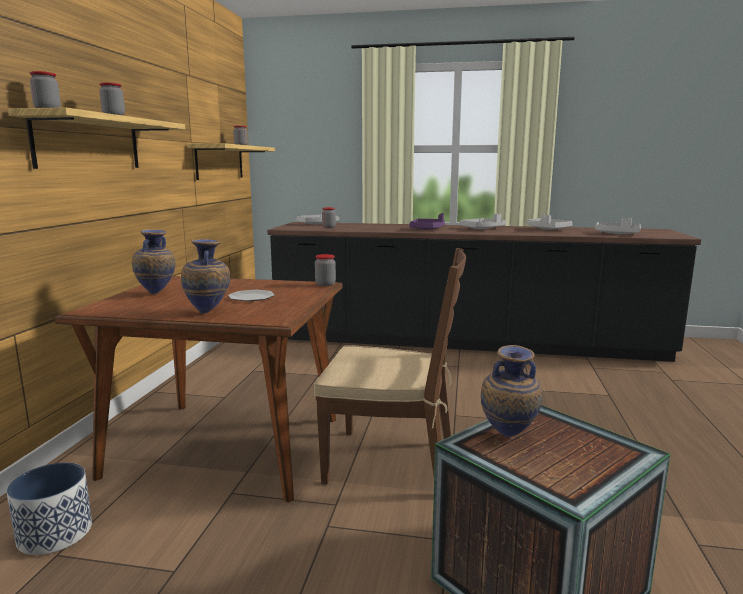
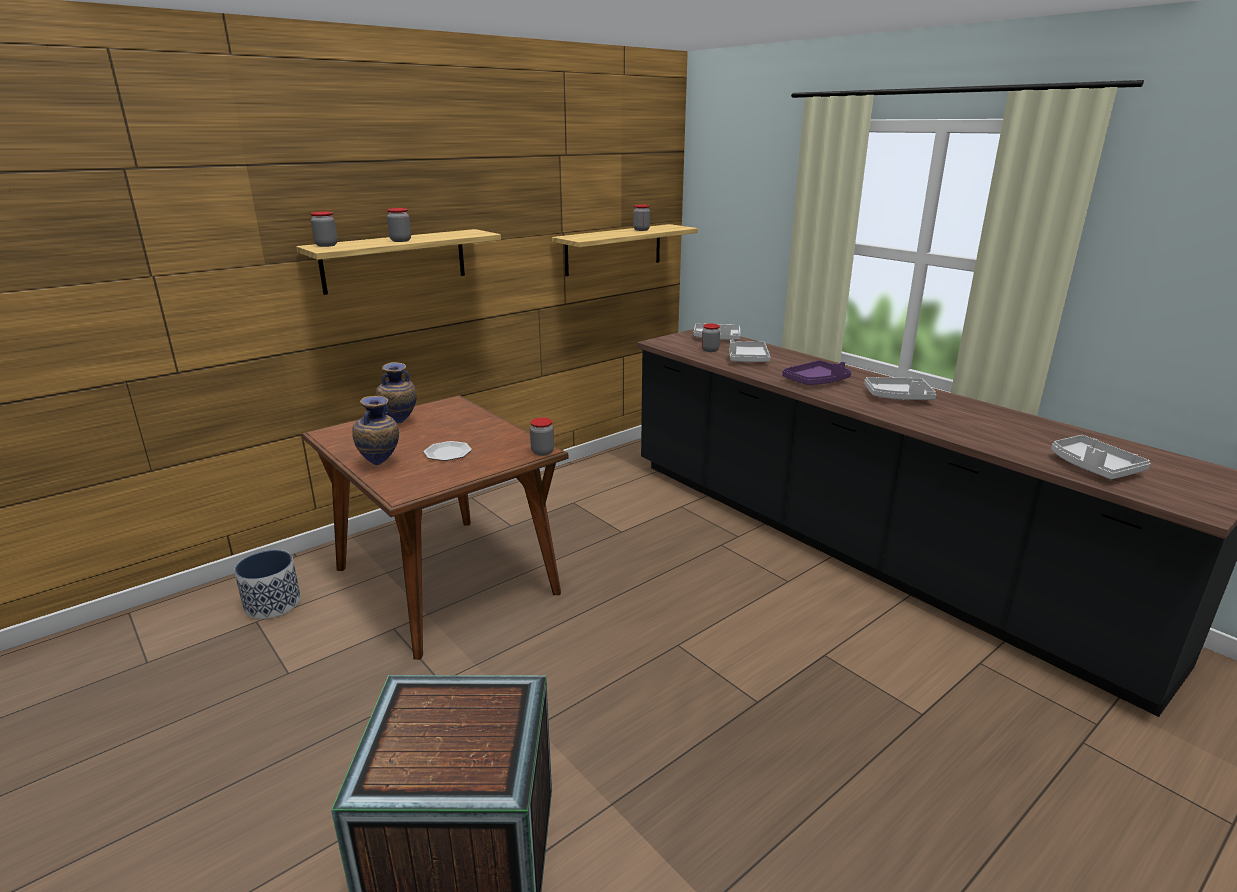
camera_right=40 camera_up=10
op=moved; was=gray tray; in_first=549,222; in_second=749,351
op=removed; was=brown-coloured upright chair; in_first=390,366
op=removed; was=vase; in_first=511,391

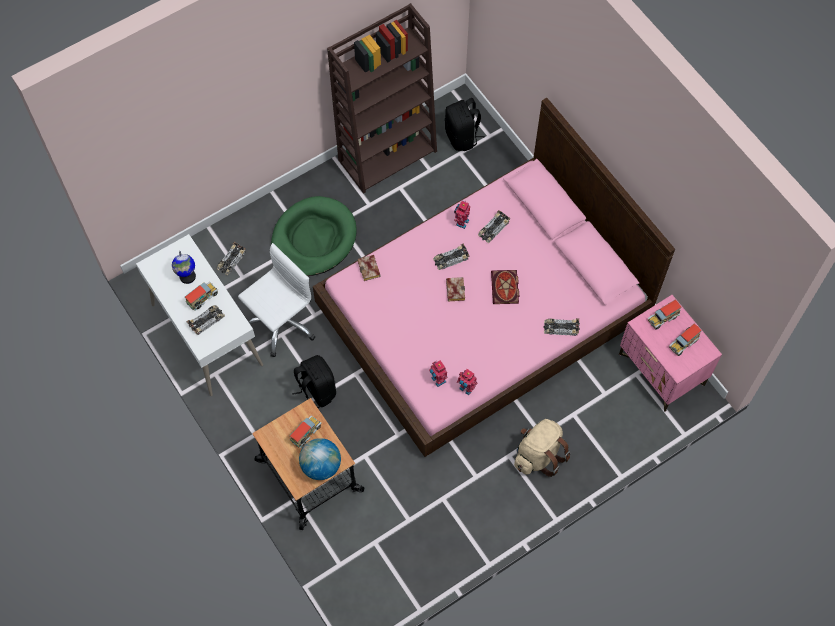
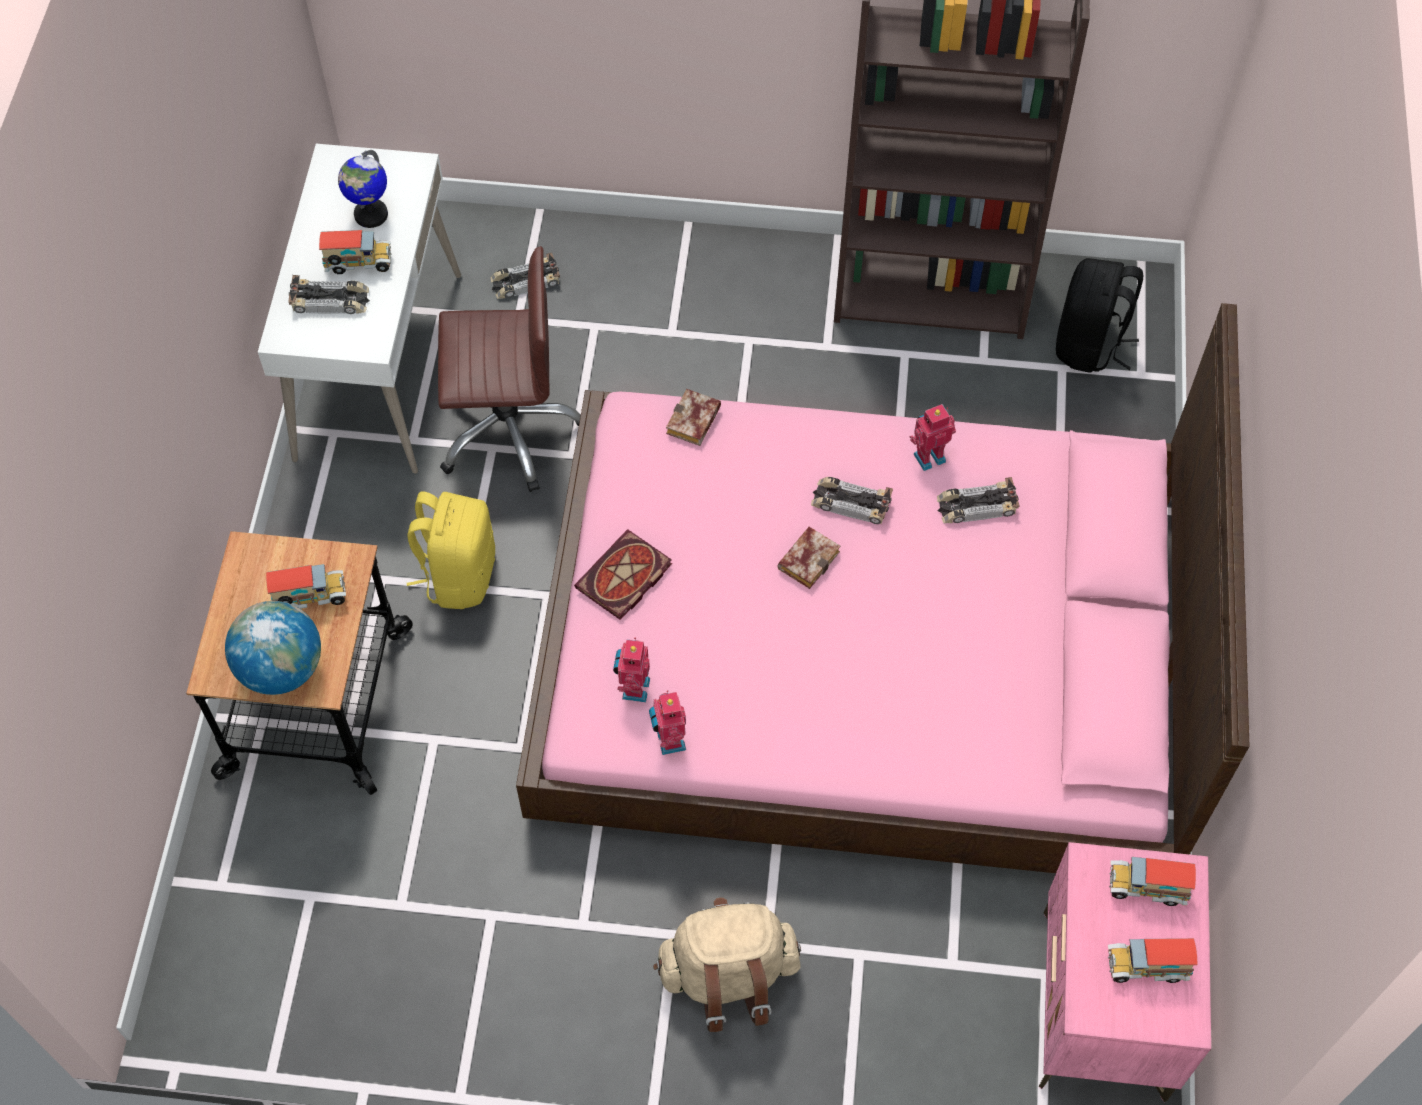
camera_right=40 camera_up=-5
op=removed; was=green dog bed; in_first=314,236
op=recoloured; was=white-coloured office chair; now=brown-coloured office chair; in_first=276,300; in_second=509,369
op=moved; was=volume; in_first=505,287; in_second=623,574
op=removed; was=toy car; in_first=561,327
op=recoloured; was=black-coloured knapsack; now=yellow knapsack; in_first=314,381; in_second=451,550

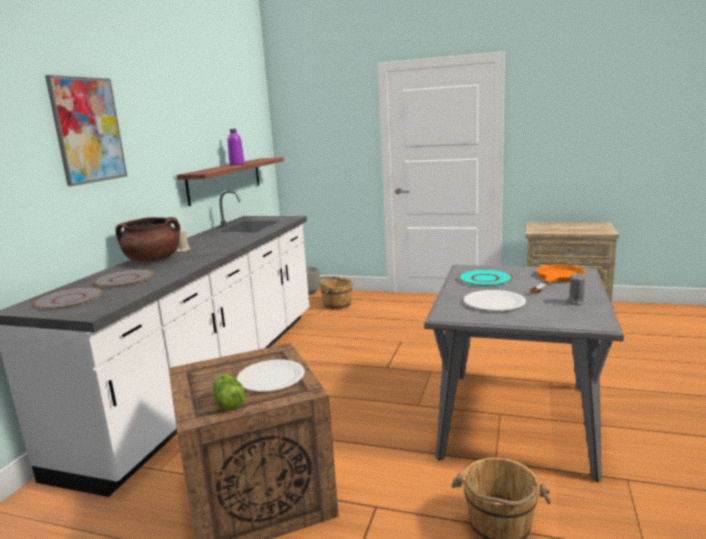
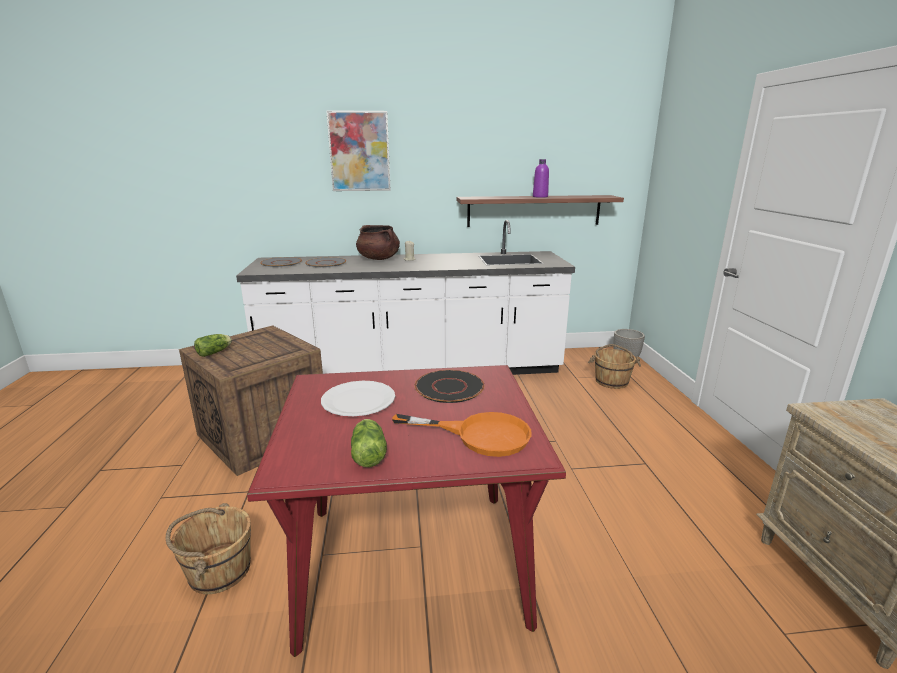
camera_right=65 camera_up=5
op=recoloured; was=gray dining table; now=red dining table; in_first=524,373; in_second=406,511
op=recoloured; was=turquoise dinner plate; now=black-coloured dinner plate; in_first=485,278; in_second=449,386
op=replaced; was=gray candle; now=head of lettuce; in_first=576,289; in_second=369,443
op=removed; was=white-coloured dinner plate; in_first=271,375

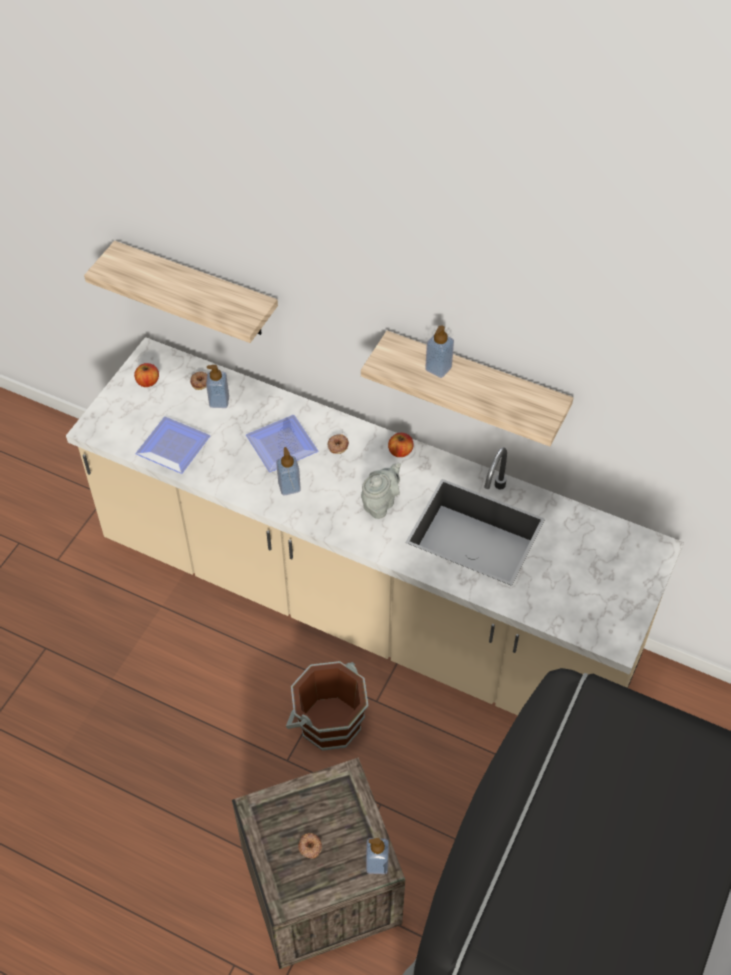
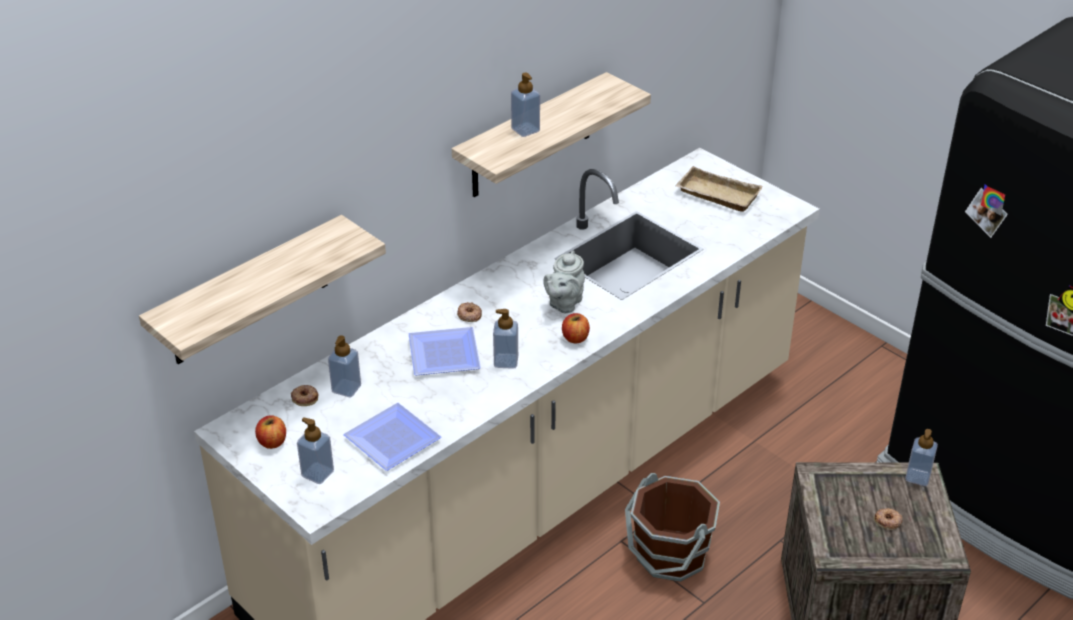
camera_right=-70 camera_up=-15
op=moved; was=apple; in_first=401,445; in_second=576,328
op=turned; was=gray tea pot; in_first=381,491; in_second=564,281; clockwise=-120
op=added; now=beige-coloured tray; in_second=719,189
op=added; now=soap bottle; in_second=315,450

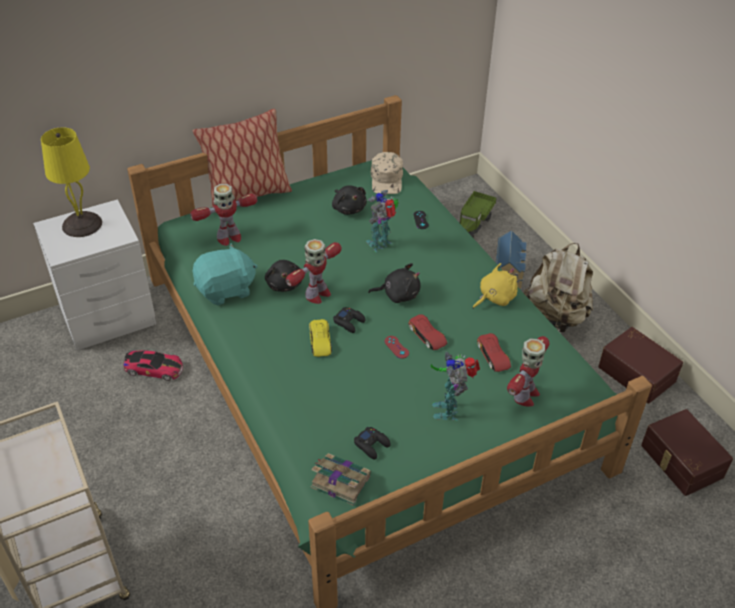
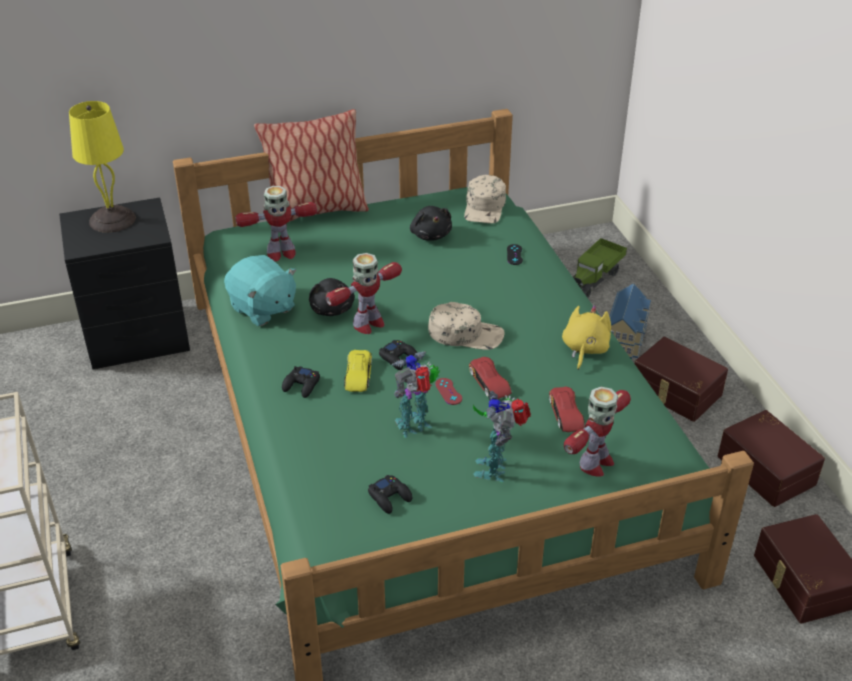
camera_right=10 camera_up=-5
op=moved; was=toy robot; in_first=382,221; in_second=415,395
op=recoloured; was=white-coloured bedside table; now=black-coloured bedside table; in_first=94,275; in_second=124,283
op=turned; was=turquoise plush toy; in_first=225,274; in_second=260,290; clockwise=60
op=replaced; was=beige-coloured knapsack; now=brown-coloured storage bin; in_first=558,287; in_second=681,379
op=replaced; was=black-coloured plush toy; now=beige-coloured baseball cap; in_first=394,283; in_second=466,326
op=turned; was=yellow plush toy; in_first=495,286; in_second=586,337; clockwise=-45
op=removed; was=toy car; in_first=153,365
op=removed; was=volume; in_first=341,479
op=added; now=black-coloured game controller; in_second=301,382

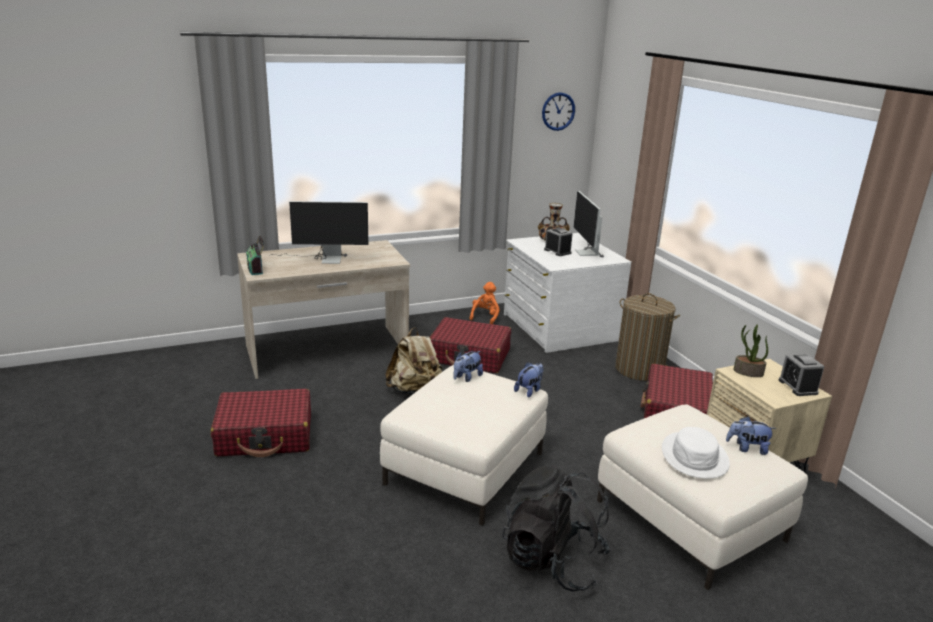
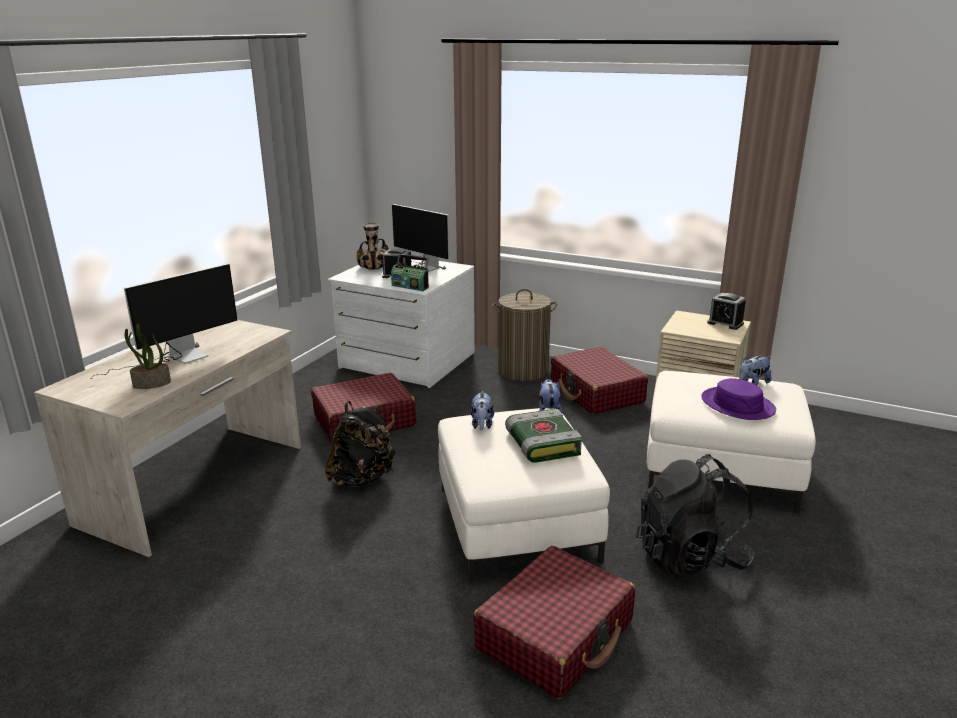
camera_right=-40 camera_up=0
op=removed; was=clock on the wall; in_first=558,111
op=moved; was=radio receiver; in_first=255,255; in_second=410,272
op=removed; was=orange plush toy; in_first=484,303
op=moved; was=plant in a pot; in_first=751,351; in_second=148,356
op=recoloured; was=beige-coloured knapsack; now=black-coloured knapsack; in_first=414,361; in_second=360,444
op=moved; was=red suitcase; in_first=261,423; in_second=554,622
op=recoloured; was=white-coloured wearable hat; now=purplish wearable hat; in_first=696,453; in_second=738,399
op=added; now=volume; in_second=543,436

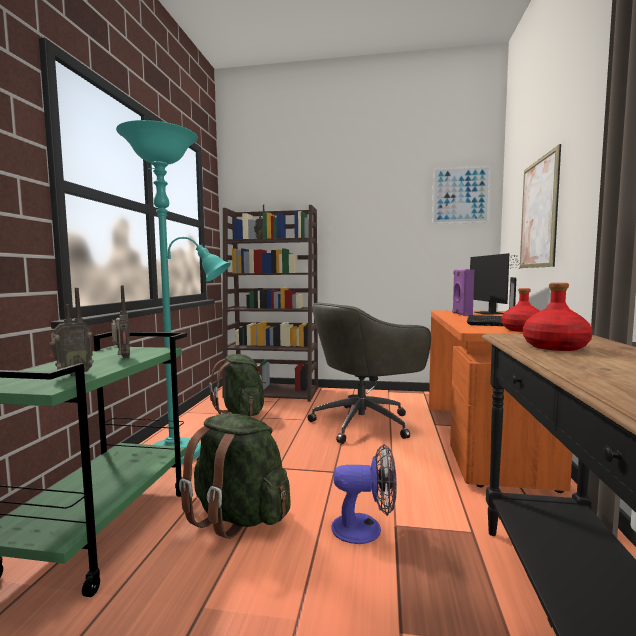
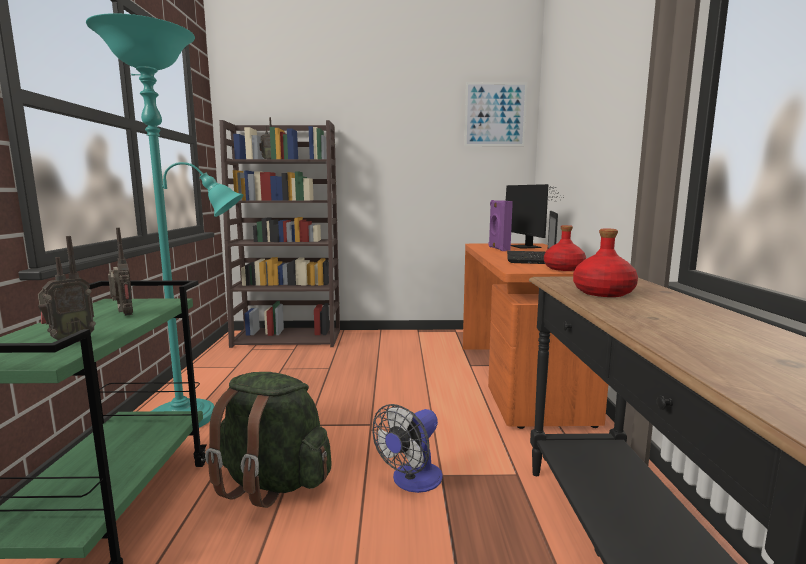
camera_right=-10 camera_up=5
op=removed; was=wall art; in_first=540,206
op=removed; was=gray office chair; in_first=369,373
op=removed; was=green knapsack; in_first=237,385
op=turned; was=fan; in_first=364,494; in_second=407,448; clockwise=135

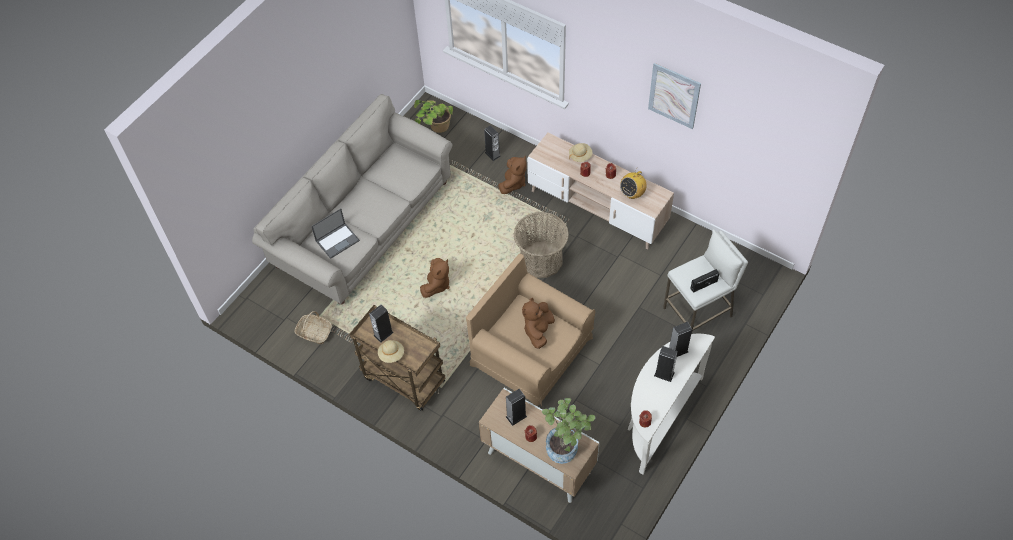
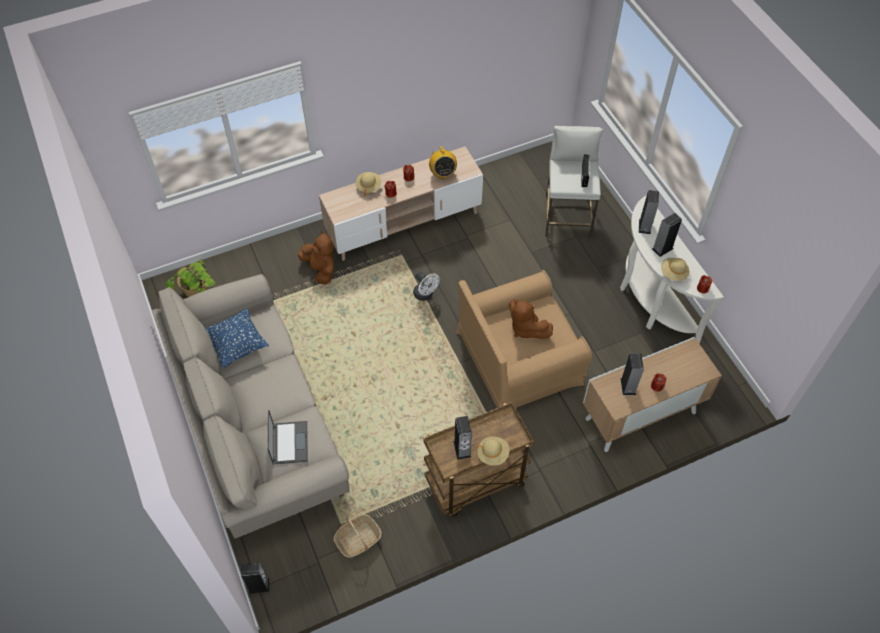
camera_right=-60 camera_up=0
op=removed; was=wall art; in_first=674,96
op=moved; was=speaker; in_first=492,143; in_second=255,578
op=replaced; was=storage basket; now=white-coloured fan; in_first=541,245; in_second=426,286
op=removed; was=brown-coloured plush toy; in_first=435,278
op=removed; was=plant in a pot; in_first=568,431
op=added; now=beige-coloured wearable hat; in_second=675,269
op=added; now=bluish cushion; in_second=237,338

